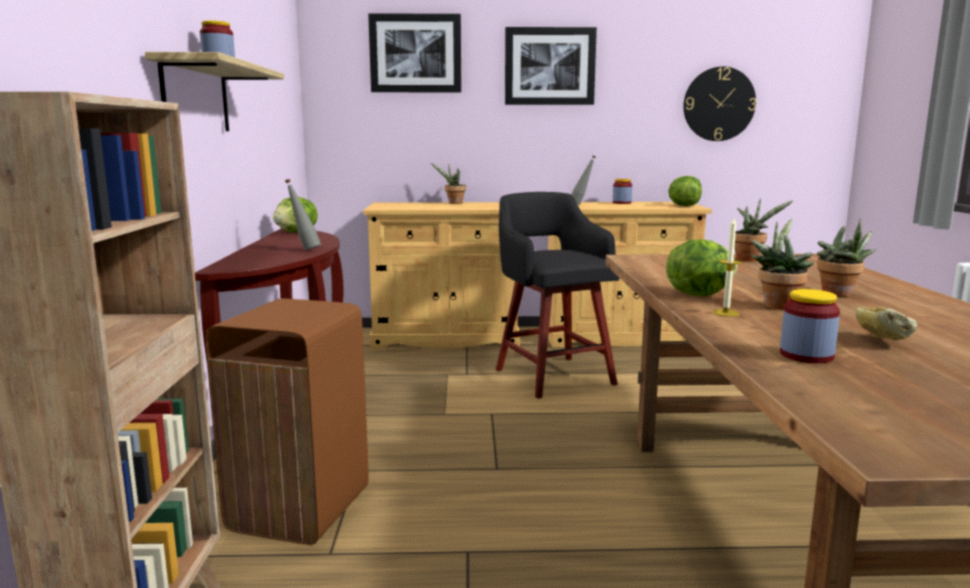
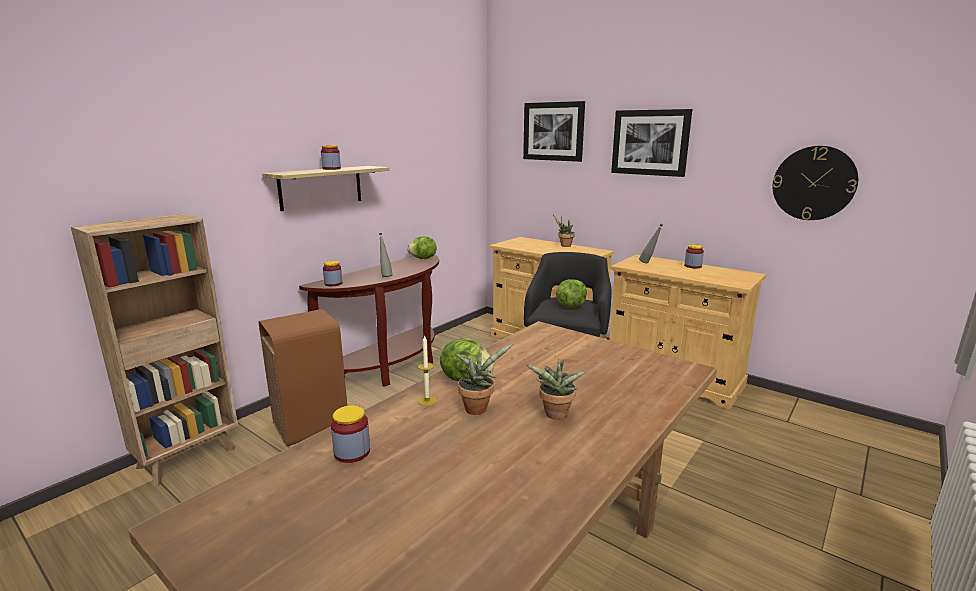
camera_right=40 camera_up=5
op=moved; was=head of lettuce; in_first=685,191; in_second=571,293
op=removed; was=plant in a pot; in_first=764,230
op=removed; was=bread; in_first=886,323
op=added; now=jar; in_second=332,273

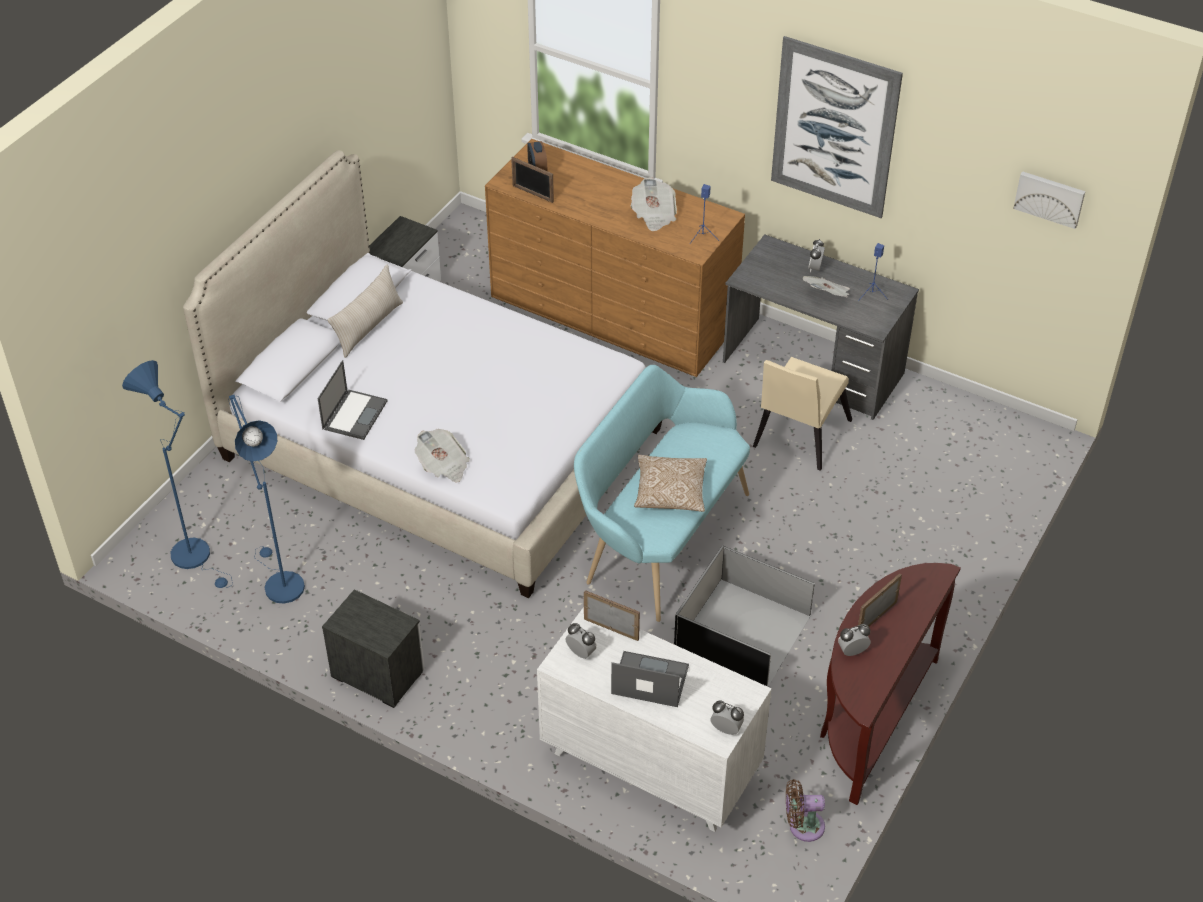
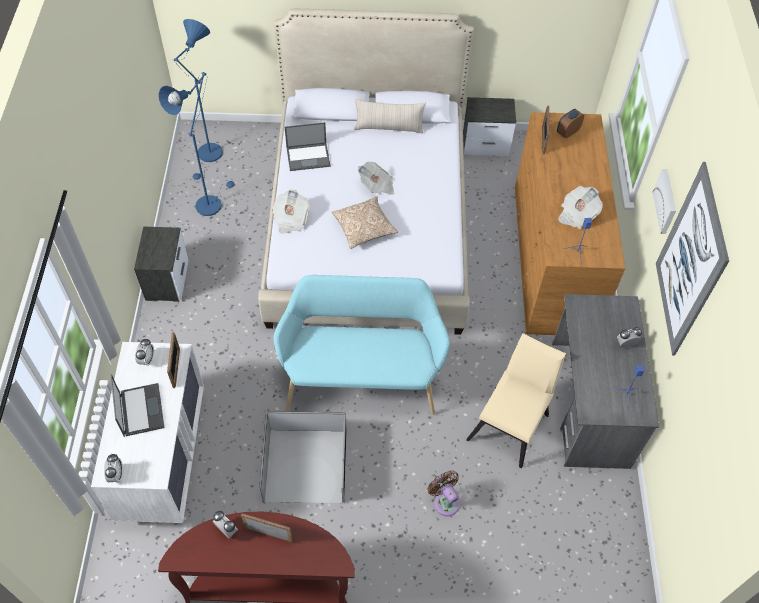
camera_right=60 camera_up=10
op=moved; was=wall art; in_first=1049,200; in_second=664,201
op=moved; was=printed paper; in_first=826,286; in_second=376,178
op=turned; was=beige-coloured upright chair; in_first=802,414; in_second=516,400; clockwise=120
op=moved; was=cushion; in_first=670,483; in_second=365,222
op=moved; was=brown-coloured fan; in_first=805,810; in_second=444,493

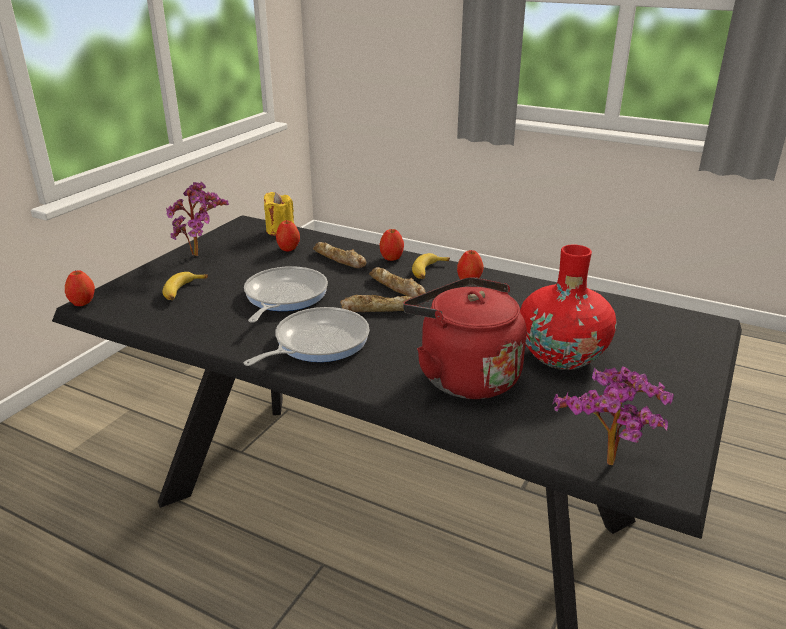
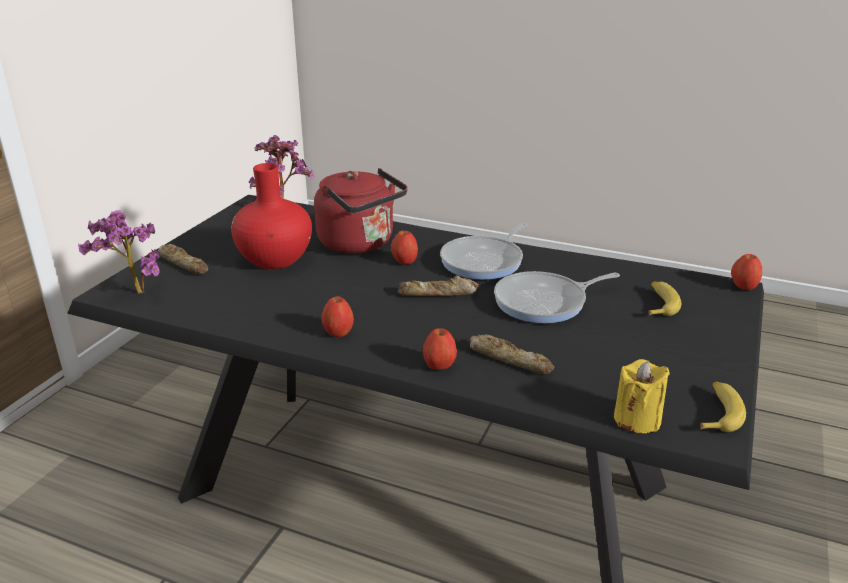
camera_right=175 camera_up=0
op=moved; was=plant in a pot; in_first=197,219; in_second=119,252
op=moved; was=apple; in_first=288,236; in_second=404,247
op=moved; was=banana; in_first=431,266; in_second=723,407
op=turned; was=skillet; in_first=286,294; in_second=557,297; clockwise=60
op=moved; was=bread; in_first=397,282; in_second=183,259

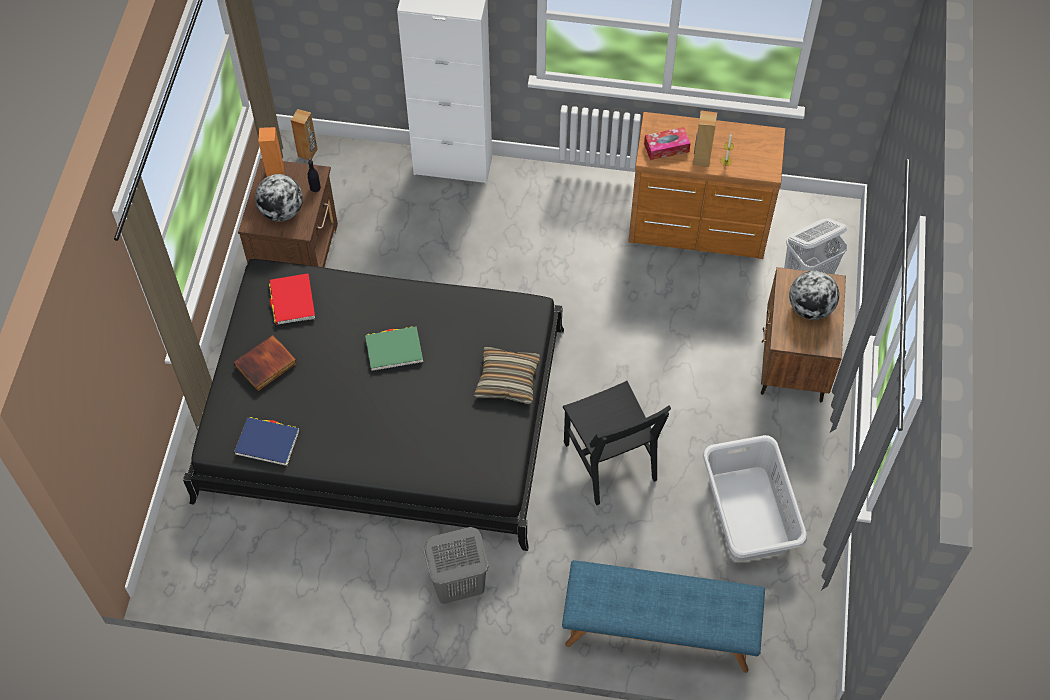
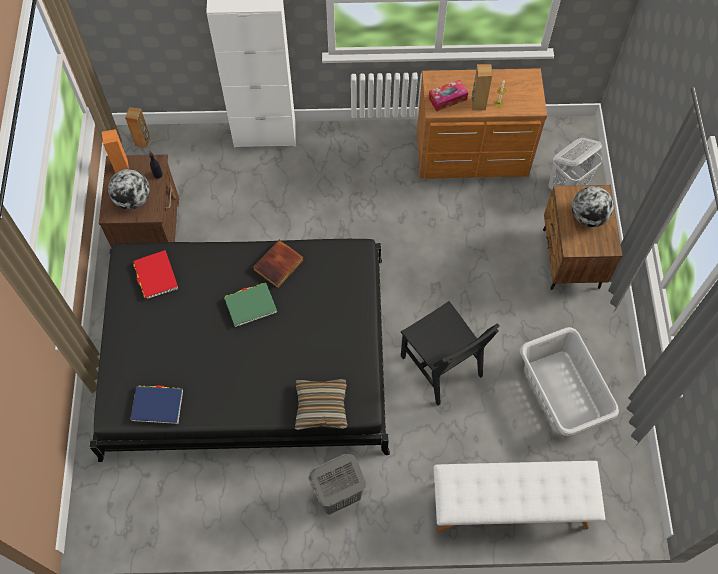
camera_right=-10 camera_up=5
op=moved; was=volume; in_first=265,363; in_second=278,264
op=moved; was=cushion; in_first=507,375; in_second=321,404
op=recoloured; was=bluish bench; now=white-coloured bench; in_first=663,616; in_second=519,497

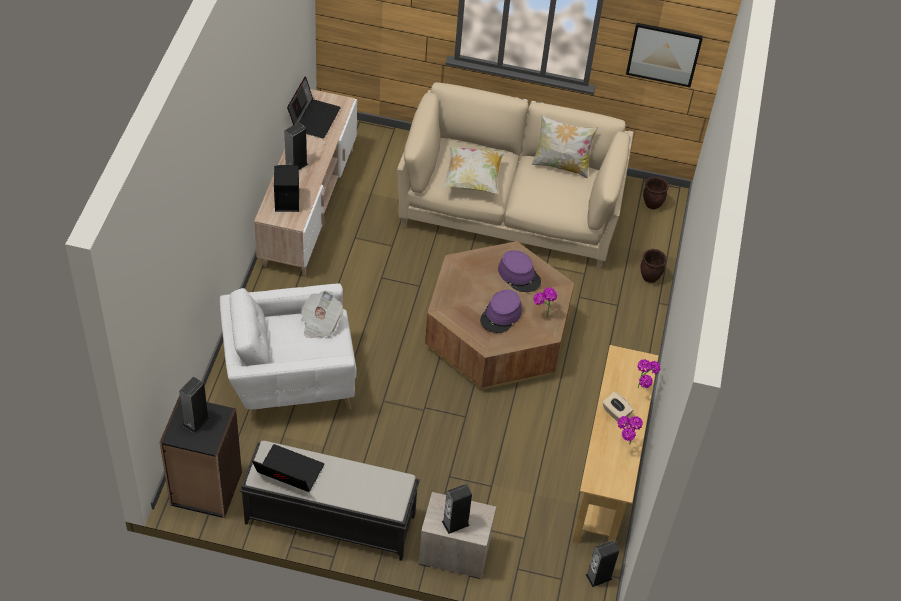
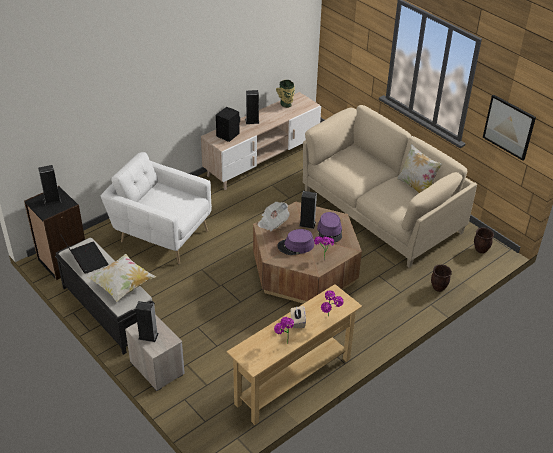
camera_right=40 camera_up=-10
op=replaced; was=portable computer; now=vase; in_first=314,107; in_second=285,94
op=moved; was=cushion; in_first=474,169; in_second=121,277
op=moved; was=printed paper; in_first=322,314; in_second=273,217
op=moved; was=speaker; in_first=602,563; in_second=308,210

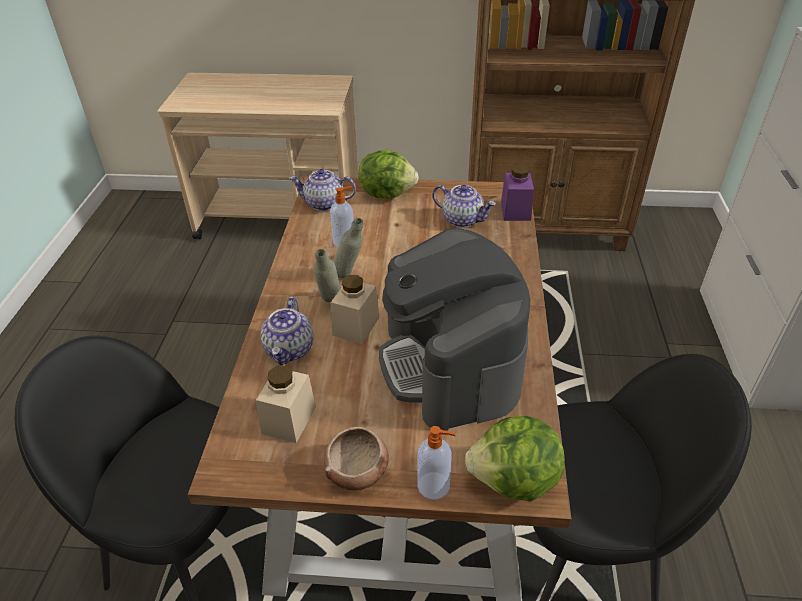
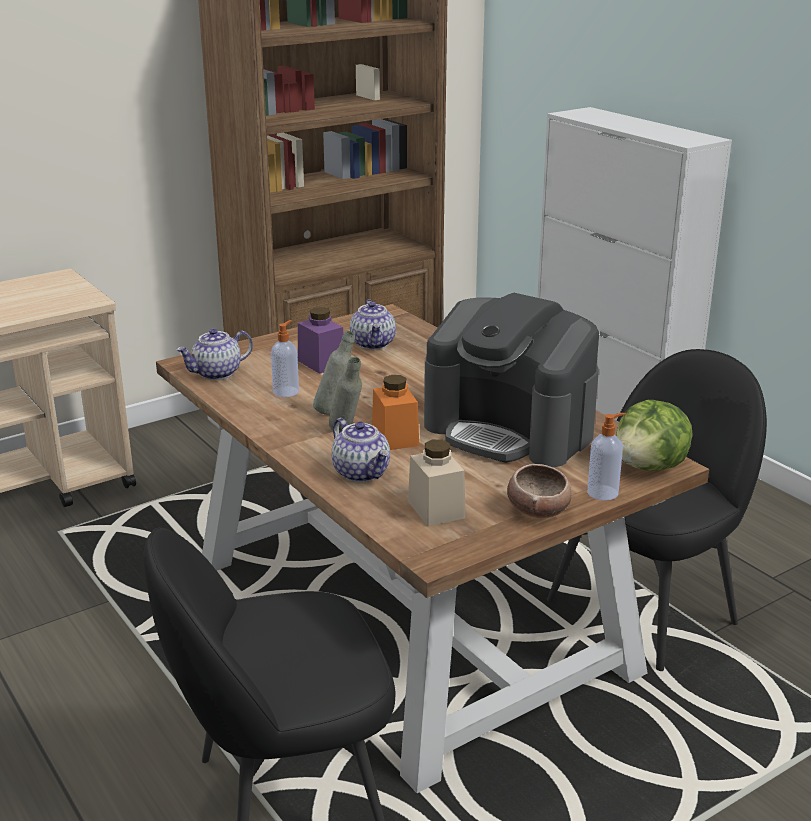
camera_right=-40 camera_up=-15
op=removed; was=head of lettuce; in_first=389,174
op=moved; was=purplish jar; in_first=517,193; in_second=321,340
op=turned; was=tea pot; in_first=464,206; in_second=373,324; clockwise=90
op=recoloured; was=beige-coloured jar; now=orange jar; in_first=355,309; in_second=395,412

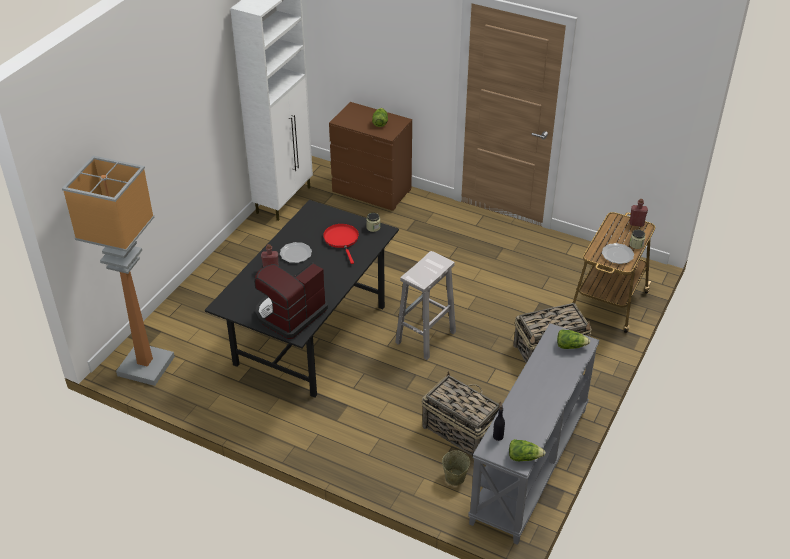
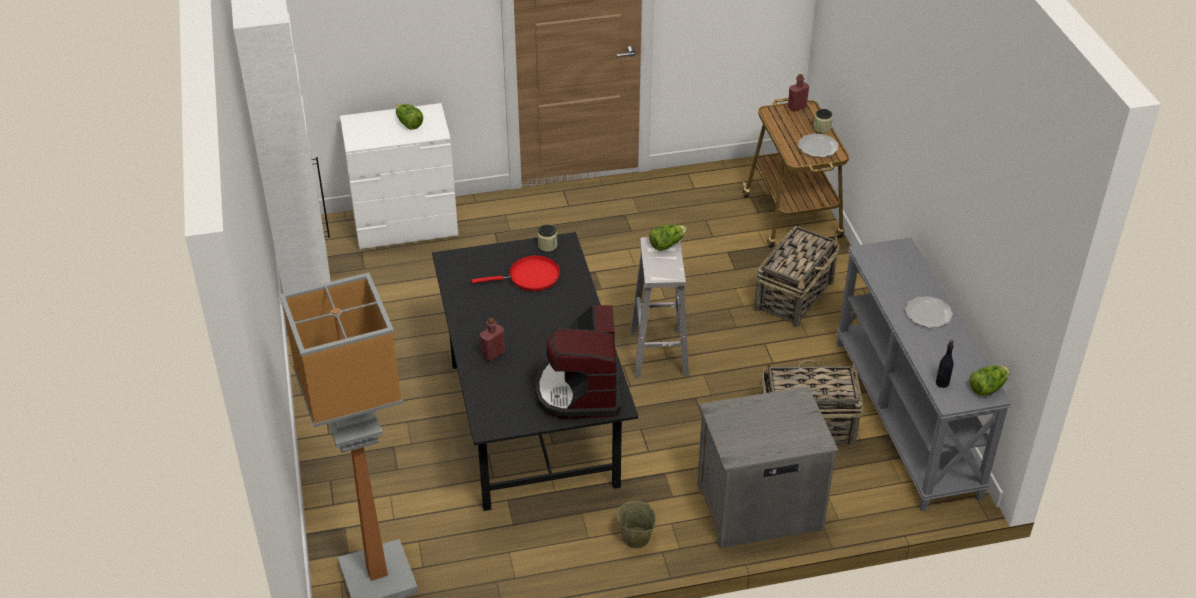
camera_right=-40 camera_up=0
op=recoloured; was=brown-coloured dresser; now=white-coloured dresser; in_first=370,156; in_second=399,176
op=turned; was=red skillet; in_first=341,243; in_second=516,273; clockwise=135
op=moved; was=dinner plate; in_first=296,252; in_second=929,312
op=moved; was=head of lettuce; in_first=573,339; in_second=668,237
op=moved; was=beige-coloured water bucket; in_first=456,468; in_second=636,524
op=added; now=gray bedside table; in_second=768,467

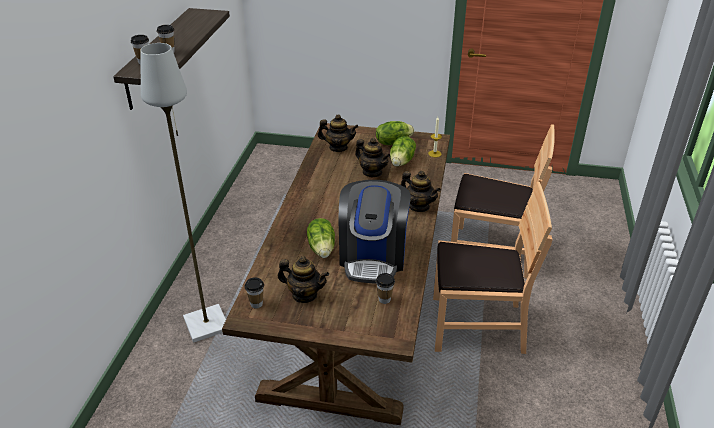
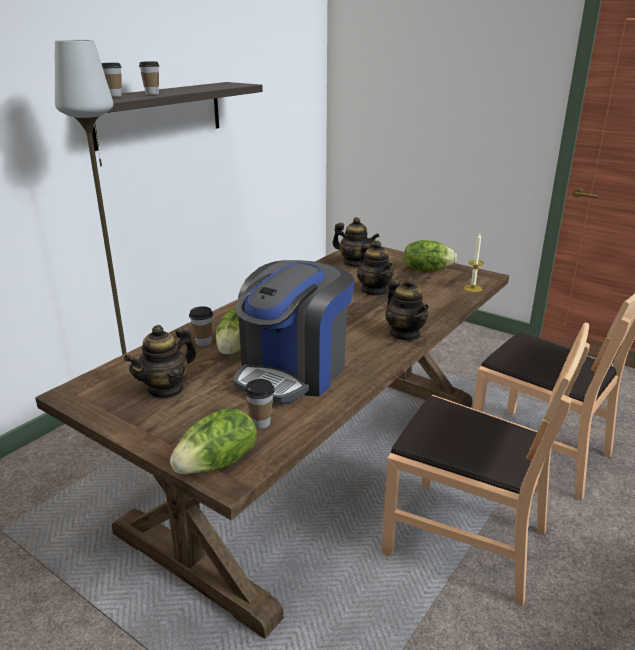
camera_right=25 camera_up=-10
op=moved; was=head of lettuce; in_first=403,151; in_second=213,441
op=turned; was=tea pot; in_first=303,279; in_second=160,362; clockwise=90
op=moved; was=cup; in_first=254,293; in_second=201,326

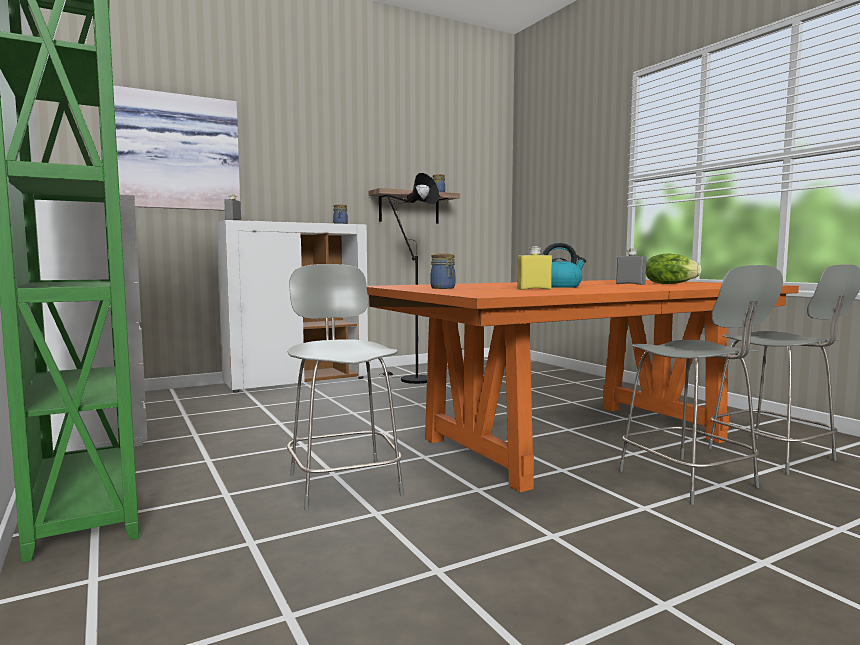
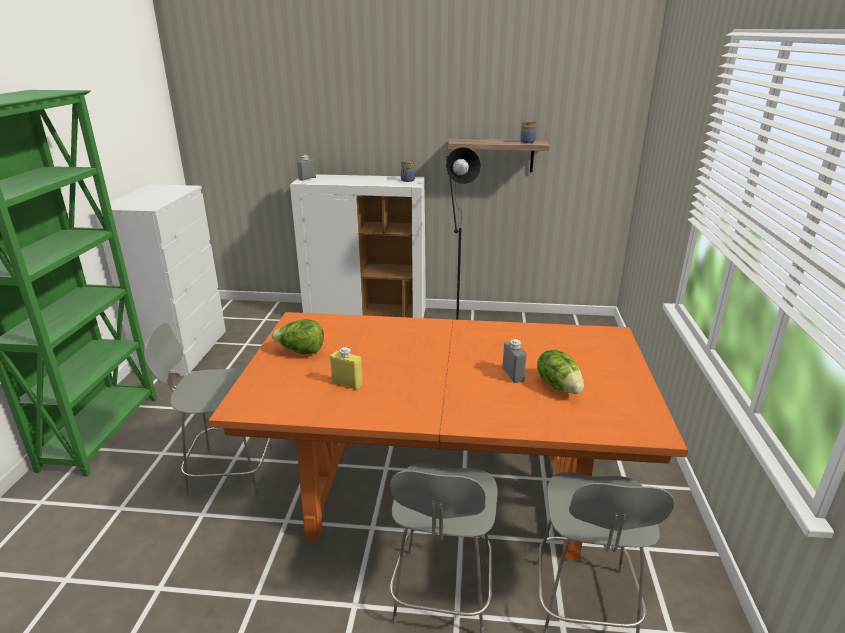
camera_right=35 camera_up=20
op=removed; was=wall art; in_first=176,148
op=removed; was=water kettle; in_first=564,265
op=replaced; was=jar; now=head of lettuce; in_first=442,271; in_second=298,336
op=turned; was=gray upright chair; in_first=345,387; in_second=208,409; clockwise=-105

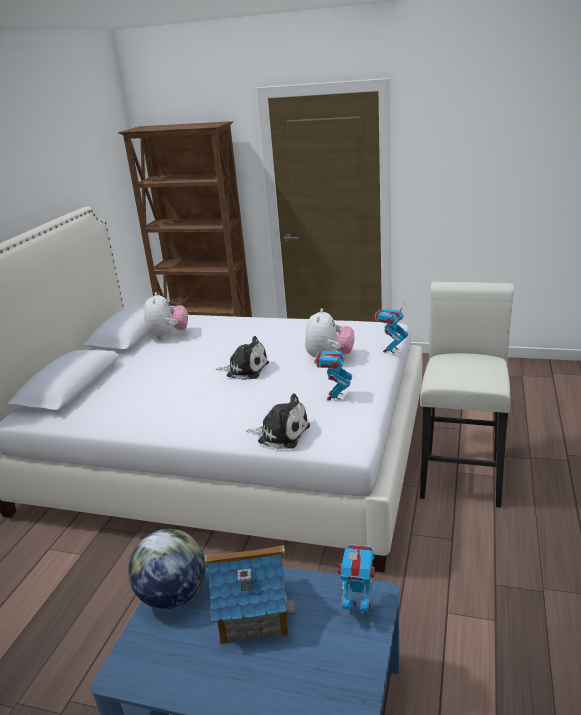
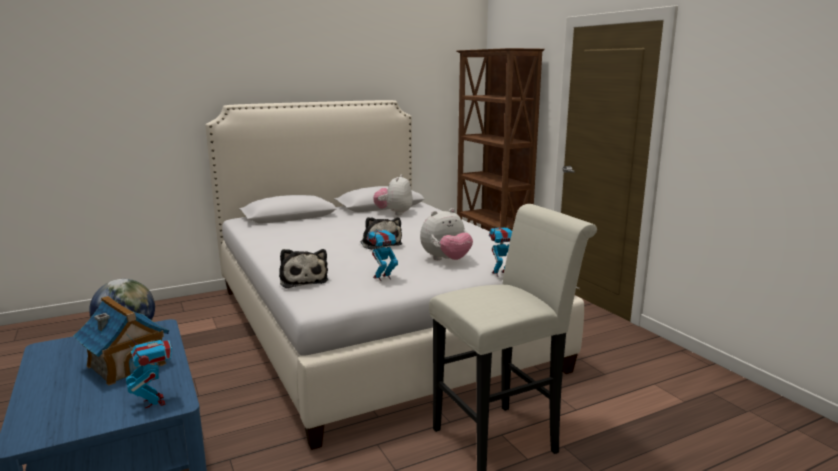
camera_right=45 camera_up=-10
op=turned; was=plush toy; in_first=166,316; in_second=393,194; clockwise=150

